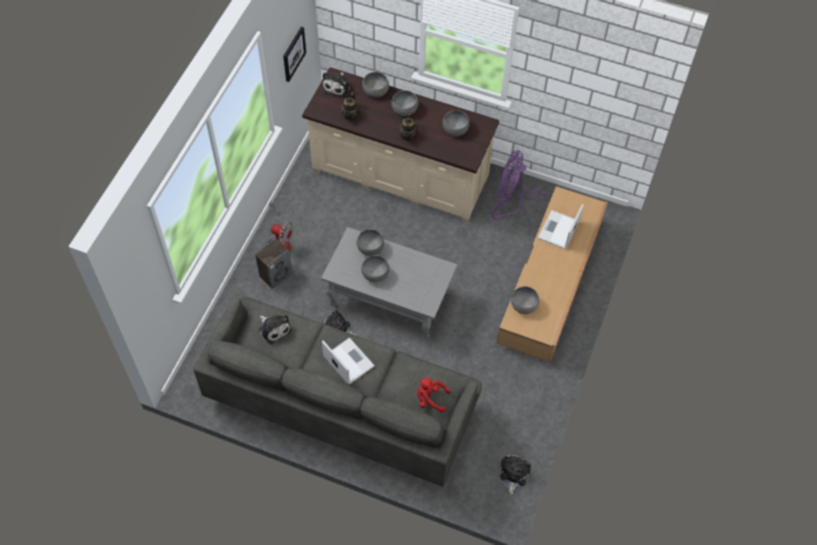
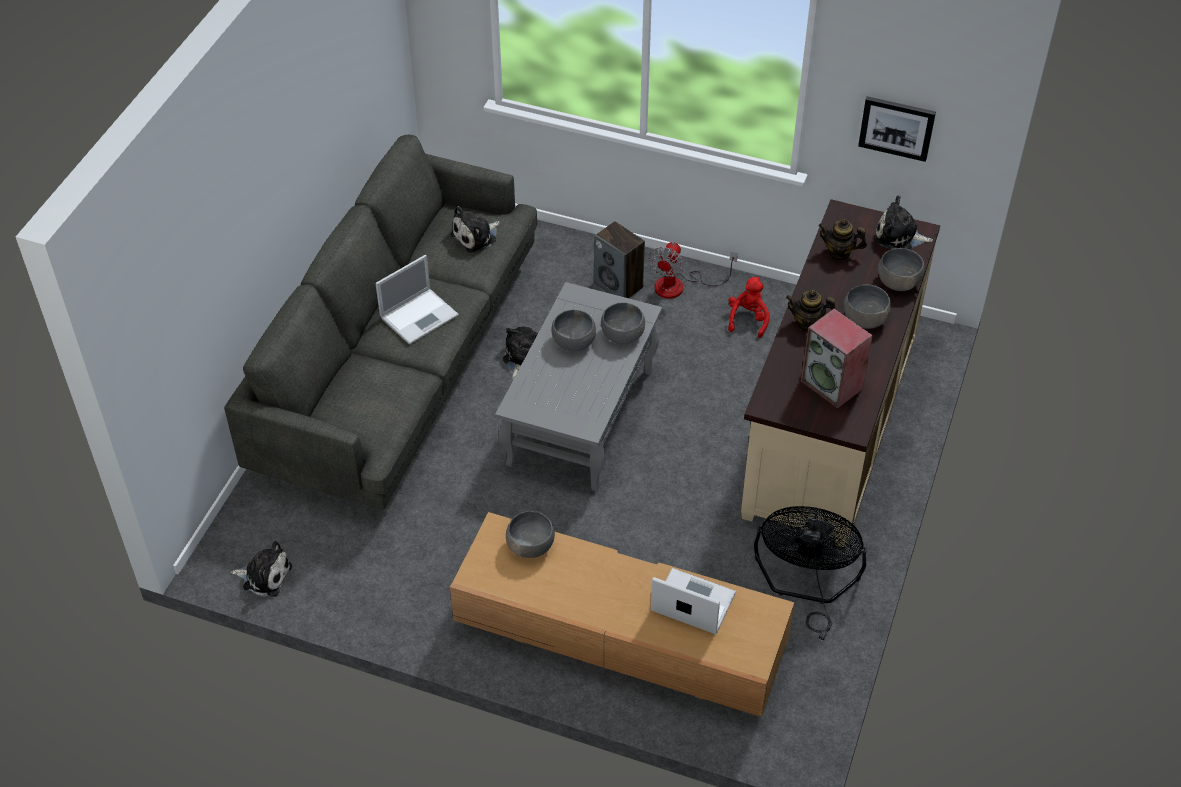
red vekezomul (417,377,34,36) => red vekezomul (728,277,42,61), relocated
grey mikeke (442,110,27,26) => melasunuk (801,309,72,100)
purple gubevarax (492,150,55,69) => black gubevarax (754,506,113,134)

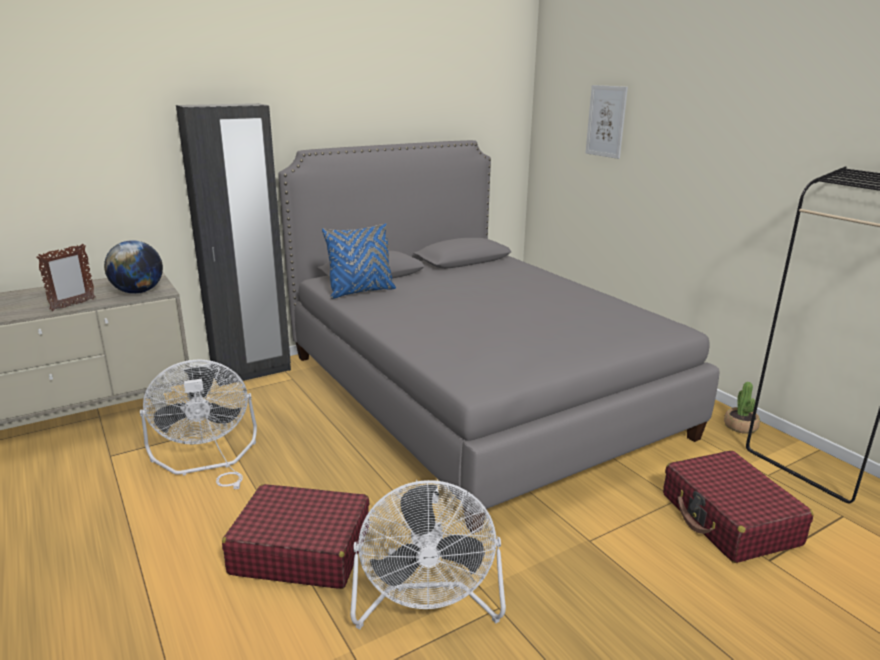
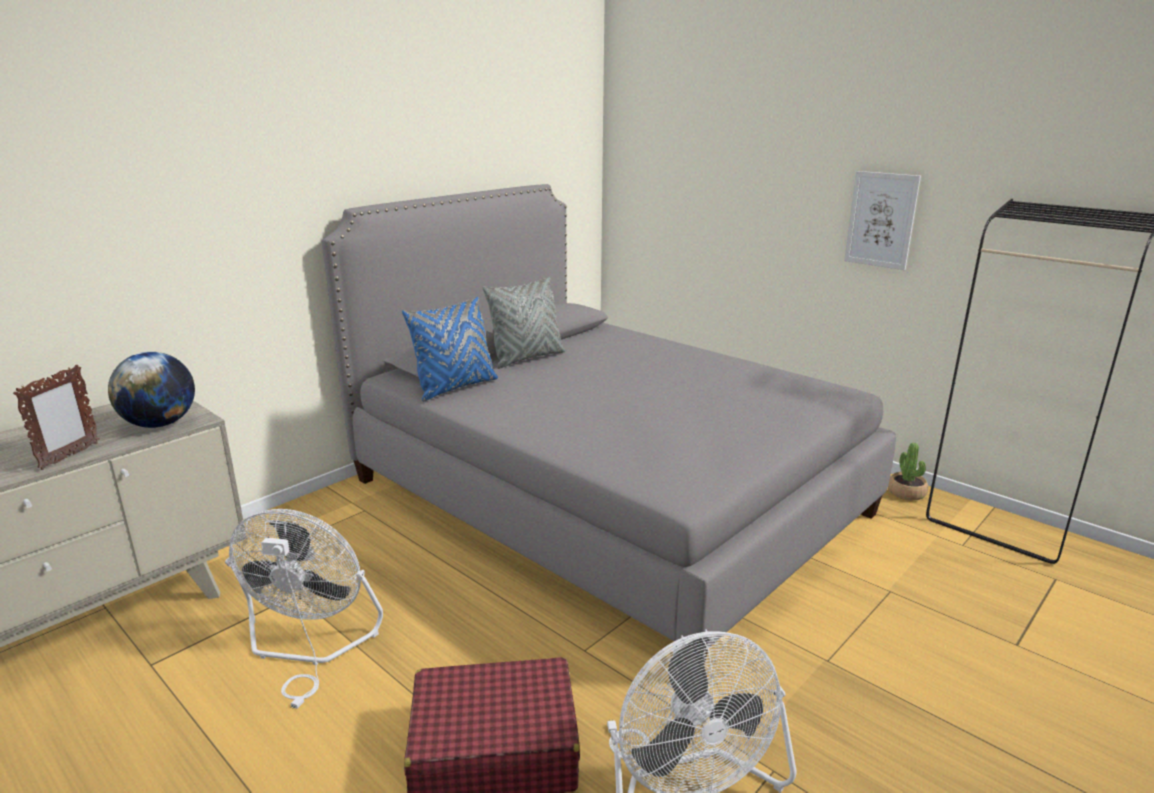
white gubevarax (140,360,117,129) => white gubevarax (225,509,158,200), 45 degrees clockwise
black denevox (176,103,115,283) => nothing
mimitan (586,85,42,74) => mimitan (844,171,77,99), relocated
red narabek (663,451,150,112) => nothing
nothing => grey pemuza (483,277,82,92)

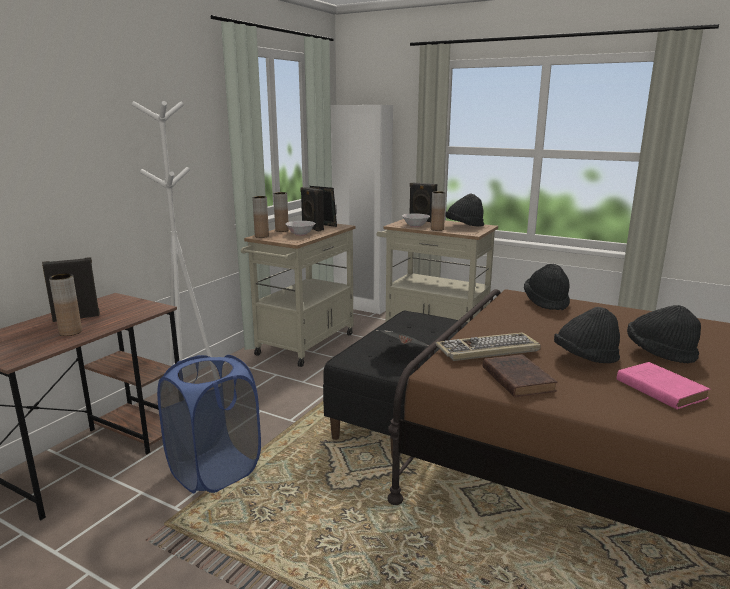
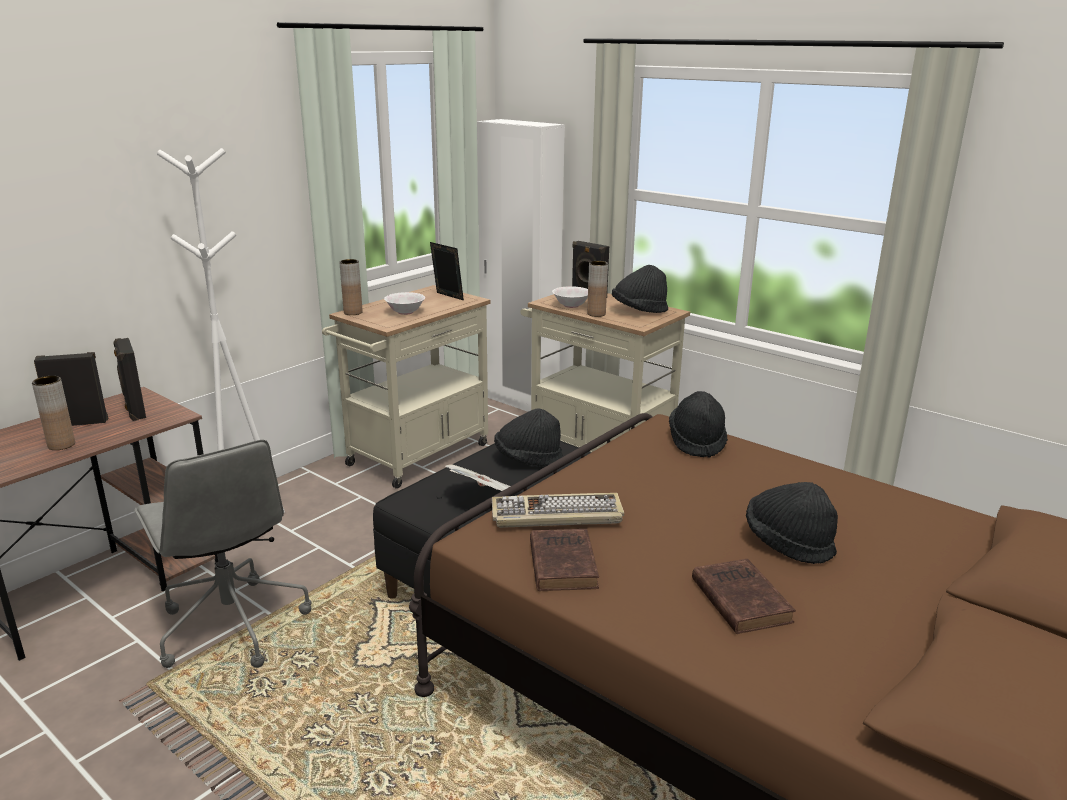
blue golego (157,355,104,138) => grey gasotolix (135,440,177,228)
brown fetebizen (273,192,16,40) => nothing
black melasunuk (300,187,24,44) => black melasunuk (113,338,33,83), relocated
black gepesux (554,307,66,56) => black gepesux (494,408,69,58), relocated
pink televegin (617,362,93,48) => brown televegin (692,559,104,75)

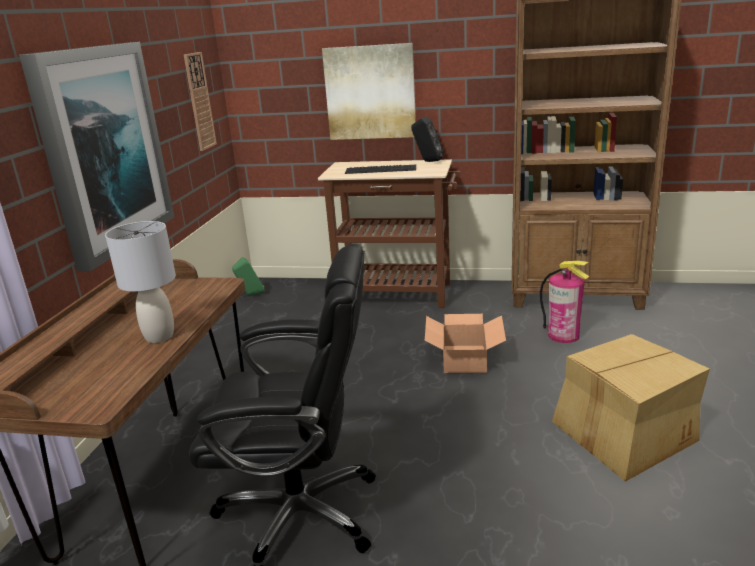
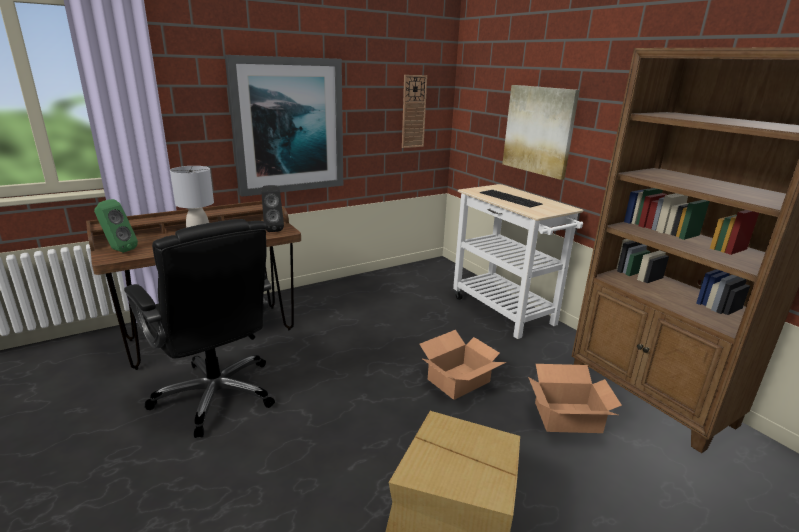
green melasunuk (232,257,32,38) => green melasunuk (94,199,44,54), relocated
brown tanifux (318,159,142,149) => white tanifux (453,184,130,155)
black melasunuk (411,117,33,45) => black melasunuk (261,185,23,47), relocated
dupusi (540,261,50,82) => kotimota (528,364,94,69)

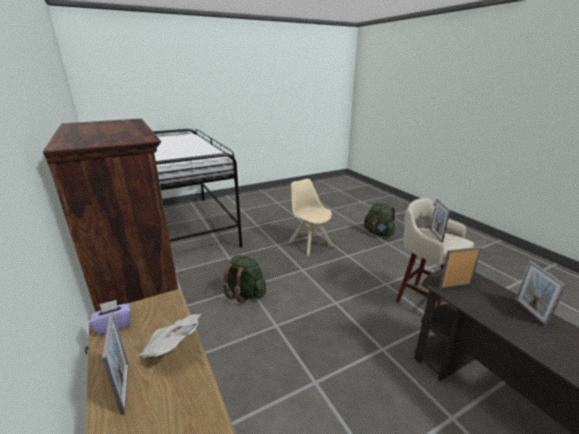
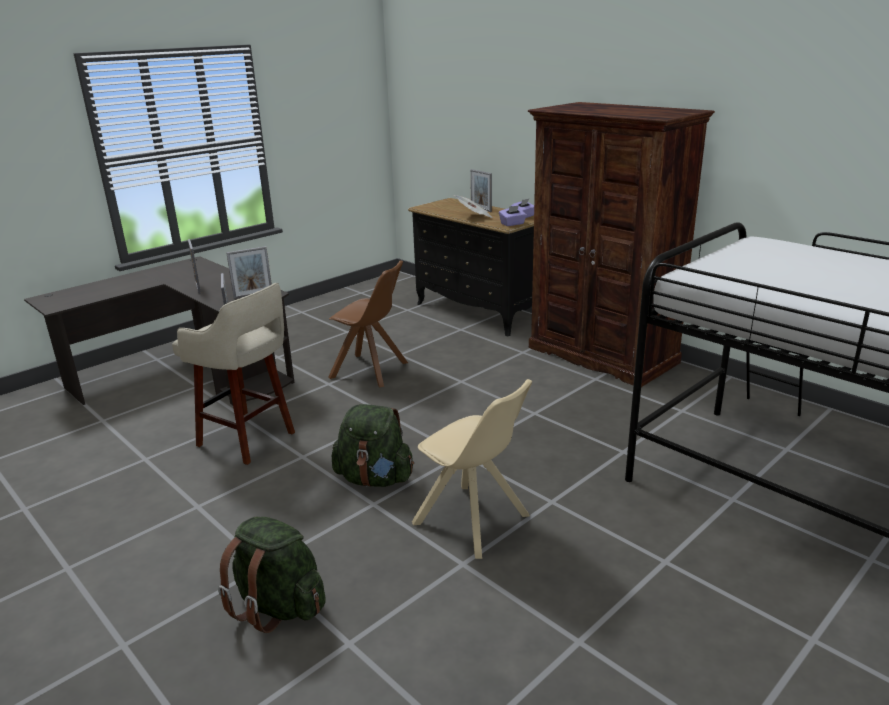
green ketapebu (223,255,43,48) => green ketapebu (332,404,82,83), relocated
nothing => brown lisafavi (328,260,80,127)
nothing => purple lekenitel (499,205,28,21)

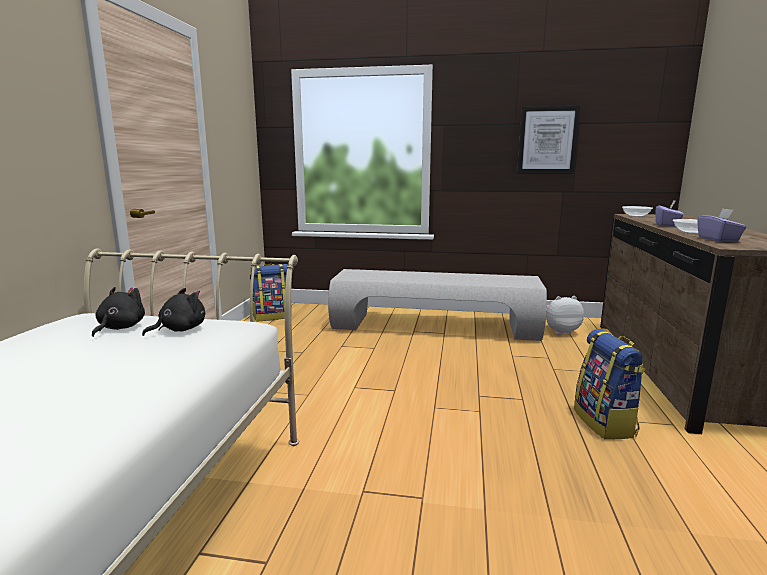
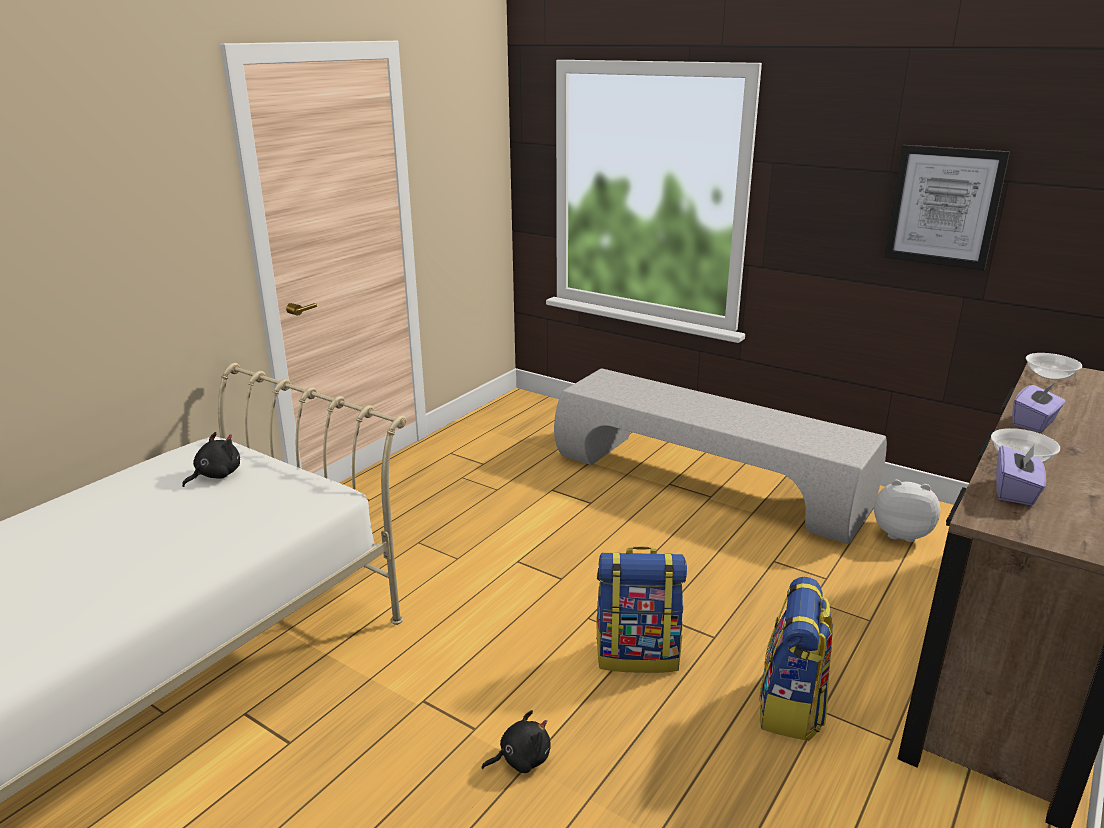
black vekezomul (142,288,63,48) => black vekezomul (481,710,70,63), relocated
ketapebu (250,264,42,58) => ketapebu (596,546,91,127), relocated

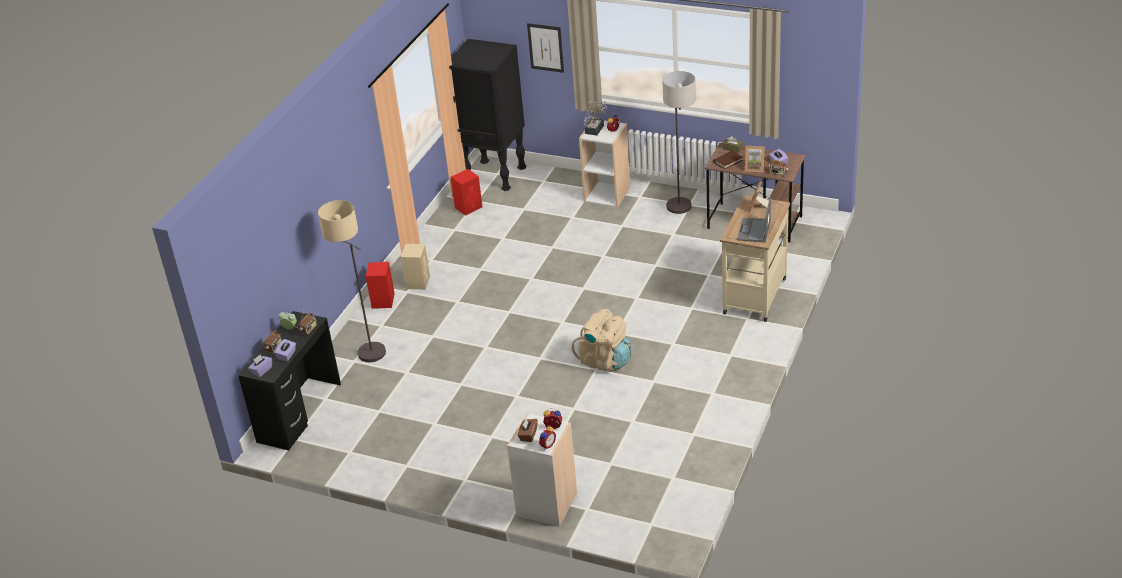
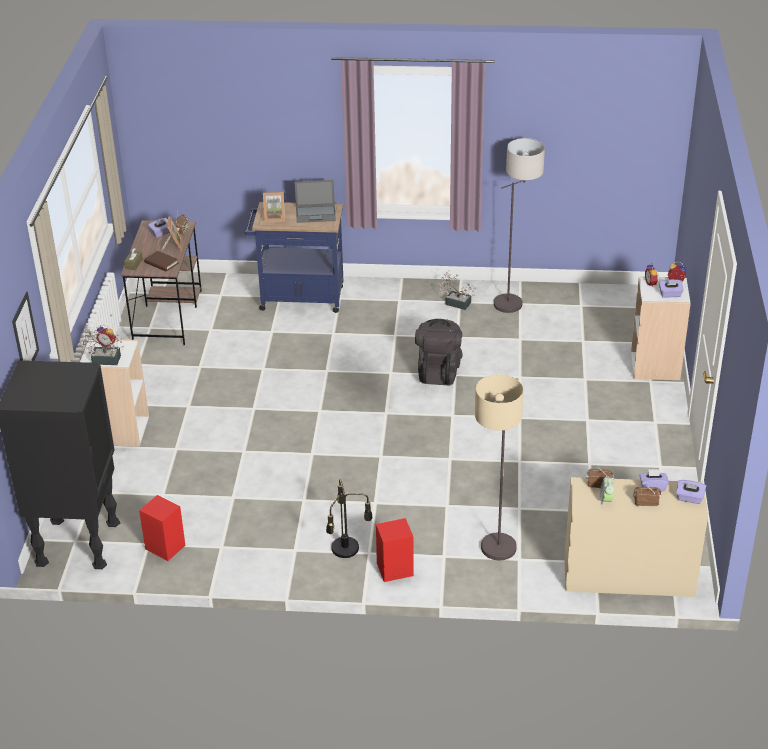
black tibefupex (238,311,103,139) => beige tibefupex (564,477,144,120)
beige melasunuk (401,244,29,46) => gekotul (326,479,46,79)
brown lekenitel (518,418,20,24) => purple lekenitel (659,279,25,19)
beige ketapebu (572,309,59,63) => black ketapebu (415,319,48,66)
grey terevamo (662,71,34,143) => grey terevamo (494,138,51,175), relocated
beige tanifux (720,195,70,127) => blue tanifux (245,202,99,111)
nothing => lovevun (438,271,37,39)

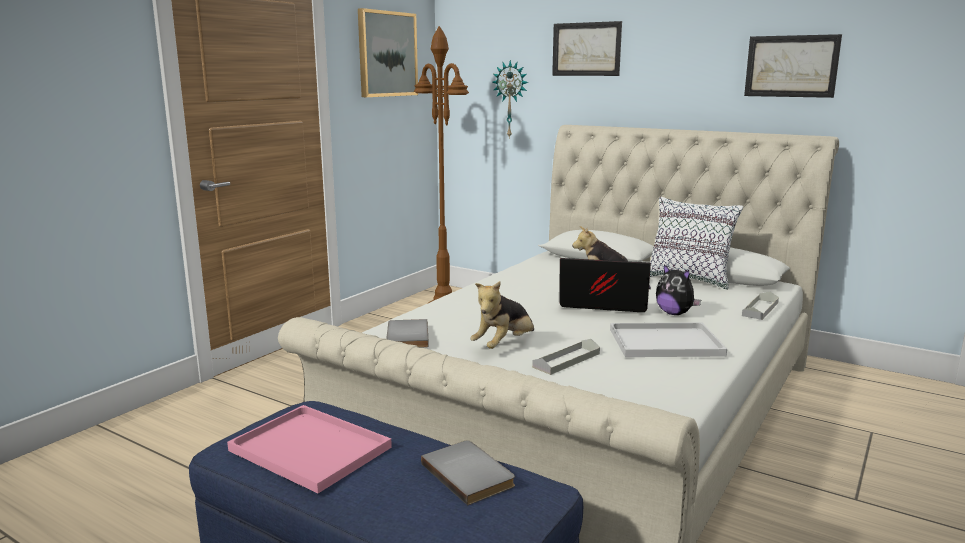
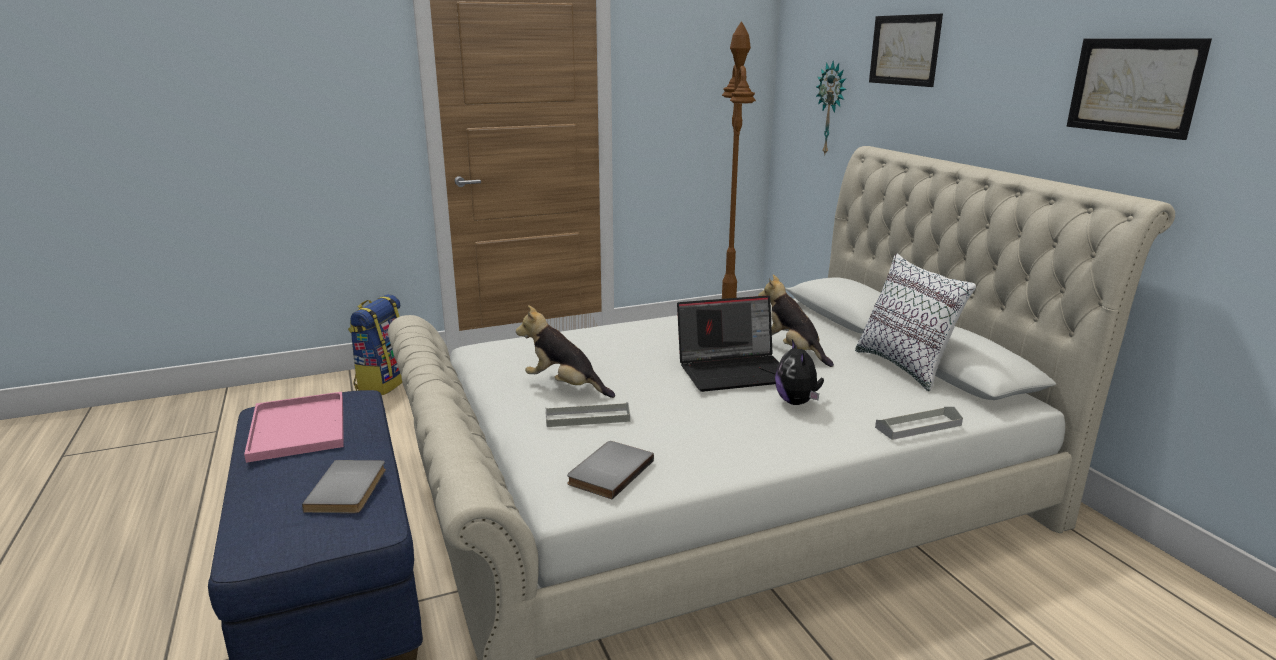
mimitan (358,8,60,89) => nothing
grey televegin (386,319,43,29) => grey televegin (567,441,87,58), relocated
vekezomul (470,281,64,68) => vekezomul (516,305,99,93), 45 degrees clockwise
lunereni (560,258,91,54) => lunereni (677,295,102,97), 120 degrees clockwise
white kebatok (610,322,117,35) => nothing
nothing => ketapebu (348,294,54,101)

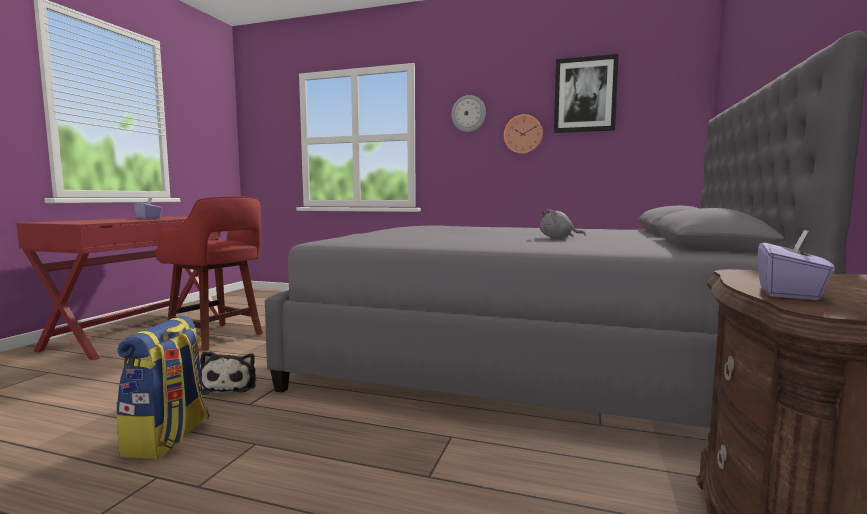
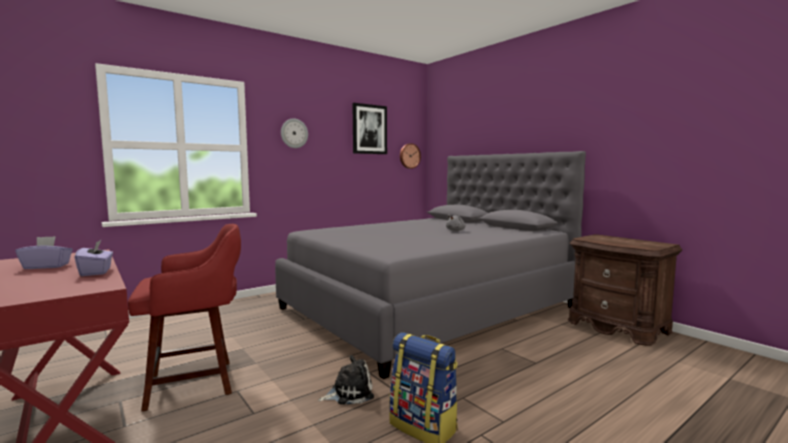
vekezomul (200,351,57,44) => vekezomul (318,355,56,50), 45 degrees counterclockwise
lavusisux (504,114,39,40) => lavusisux (400,143,21,26), relocated
purple lekenitel (758,229,77,71) => purple lekenitel (75,240,38,36), relocated

